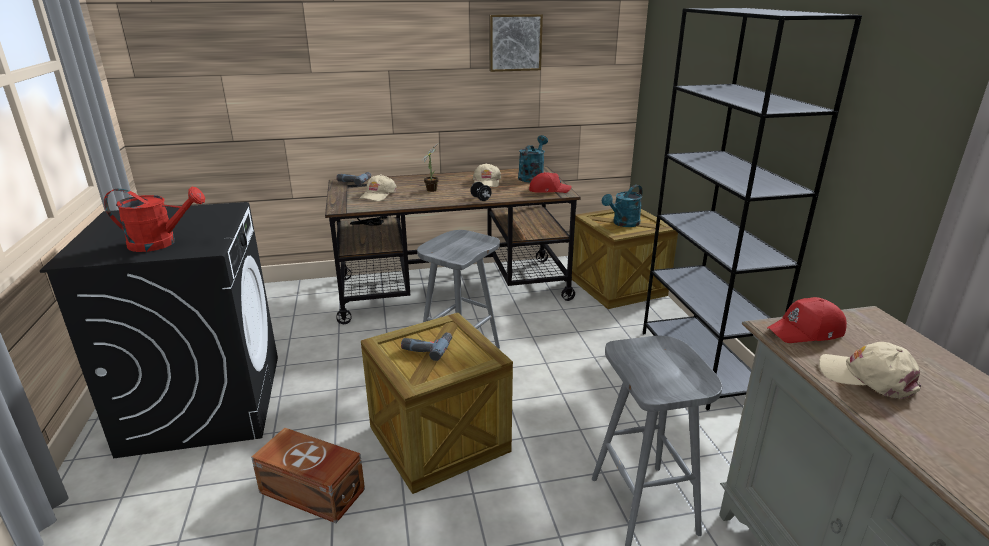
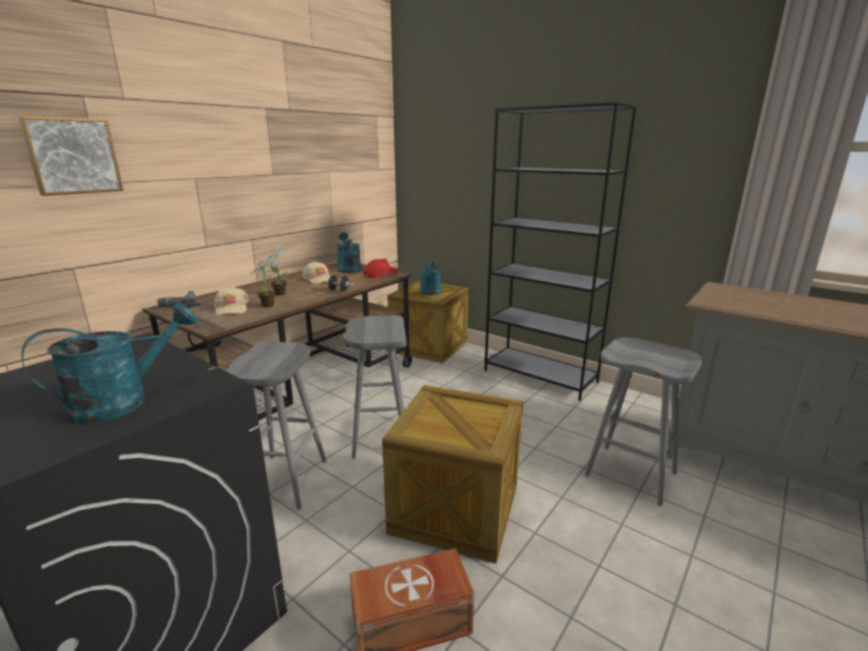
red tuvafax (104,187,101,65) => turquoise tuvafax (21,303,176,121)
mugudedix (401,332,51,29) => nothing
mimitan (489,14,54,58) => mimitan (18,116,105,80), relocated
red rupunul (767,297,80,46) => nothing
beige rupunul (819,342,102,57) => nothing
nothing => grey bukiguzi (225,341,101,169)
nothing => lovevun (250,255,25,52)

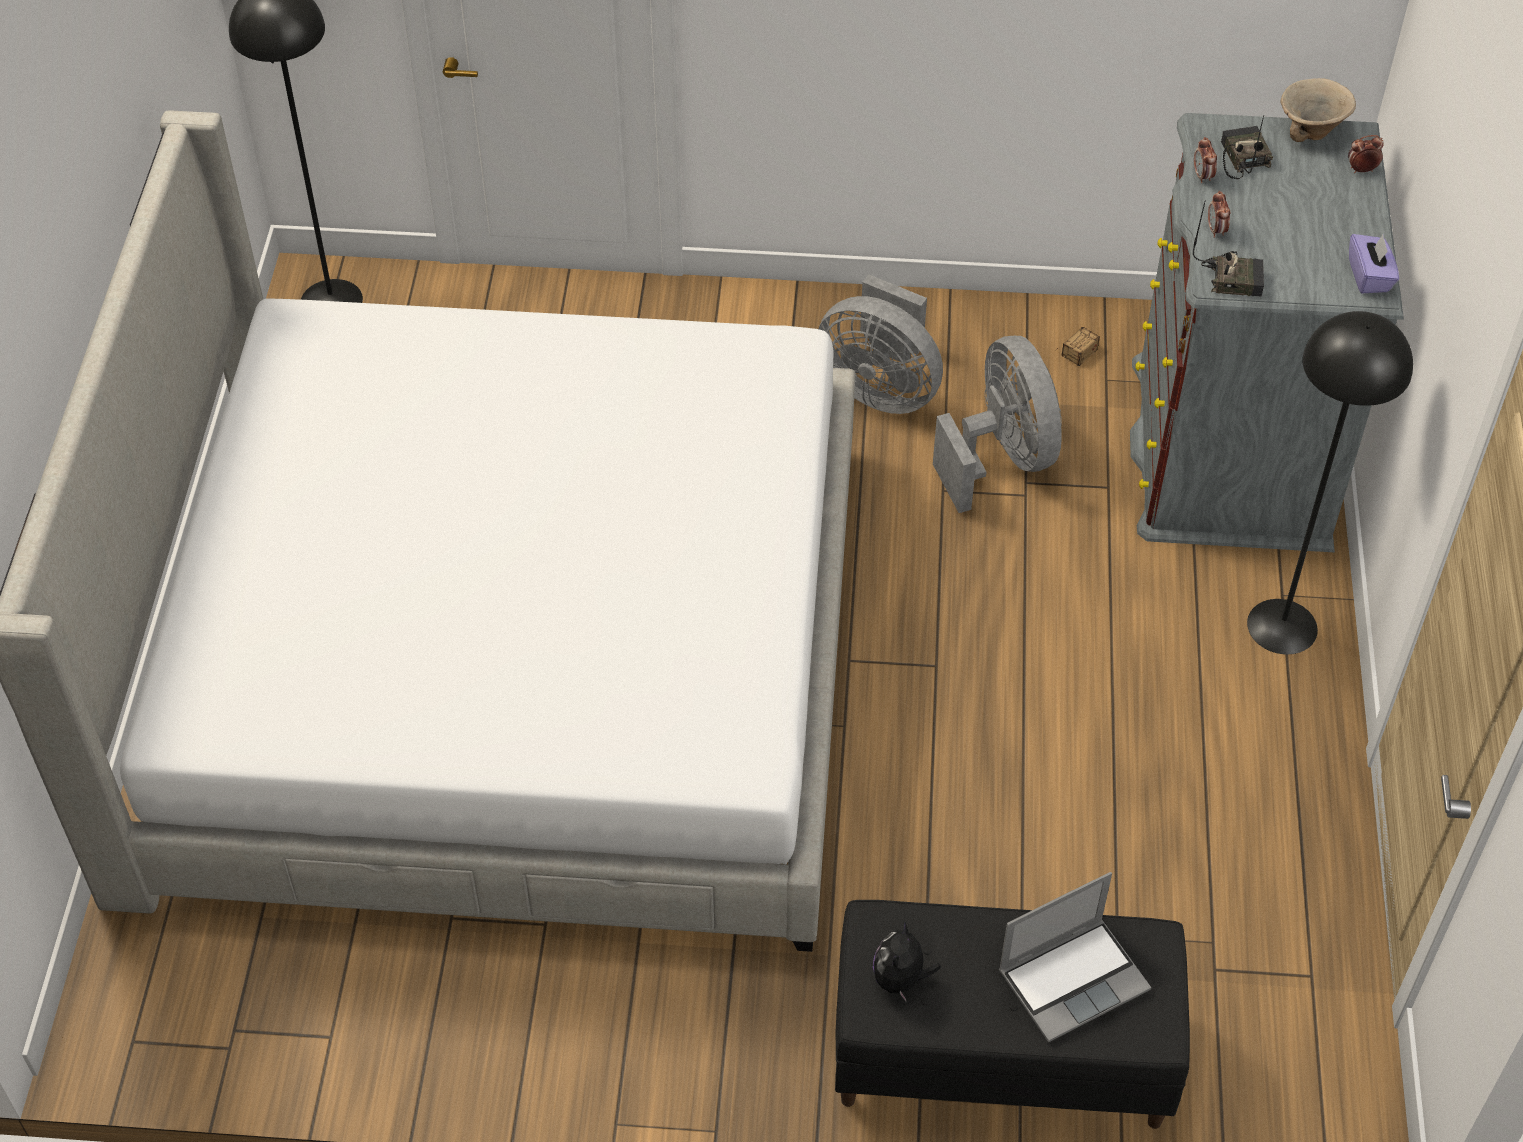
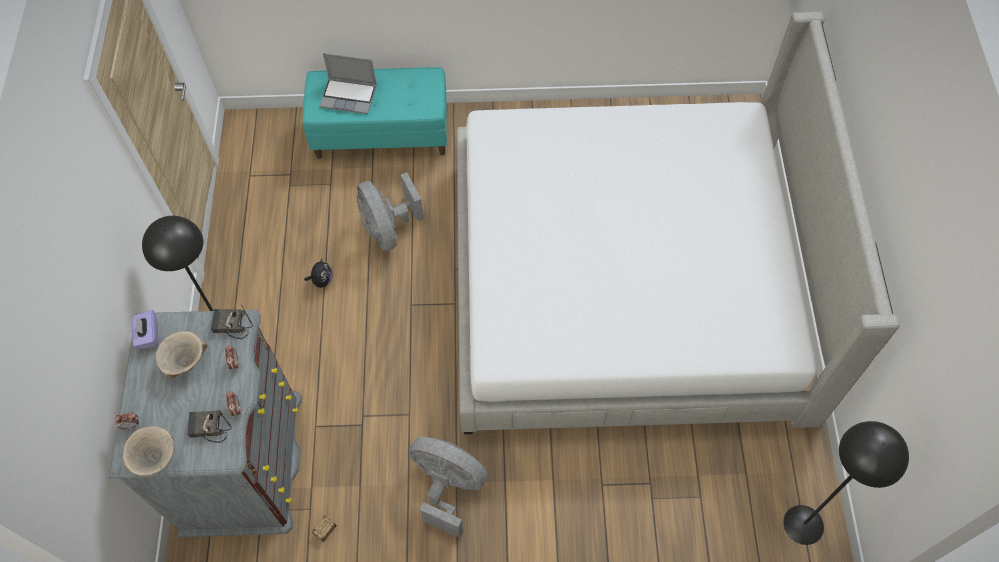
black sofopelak (835,900,355,229) => turquoise sofopelak (303,67,144,92)
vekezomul (873,920,68,83) => vekezomul (304,258,29,30), relocated
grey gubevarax (933,336,129,177) => grey gubevarax (357,172,67,79), relocated
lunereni (999,872,152,170) => lunereni (319,53,58,61), 135 degrees counterclockwise
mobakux (1221,115,52,64) => mobakux (187,410,45,33), 105 degrees clockwise
nothing => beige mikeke (155,331,52,47)

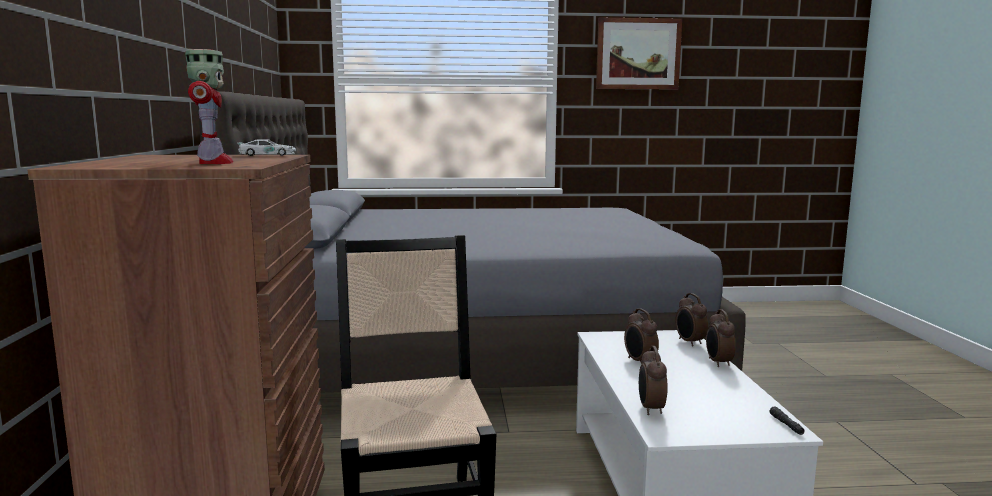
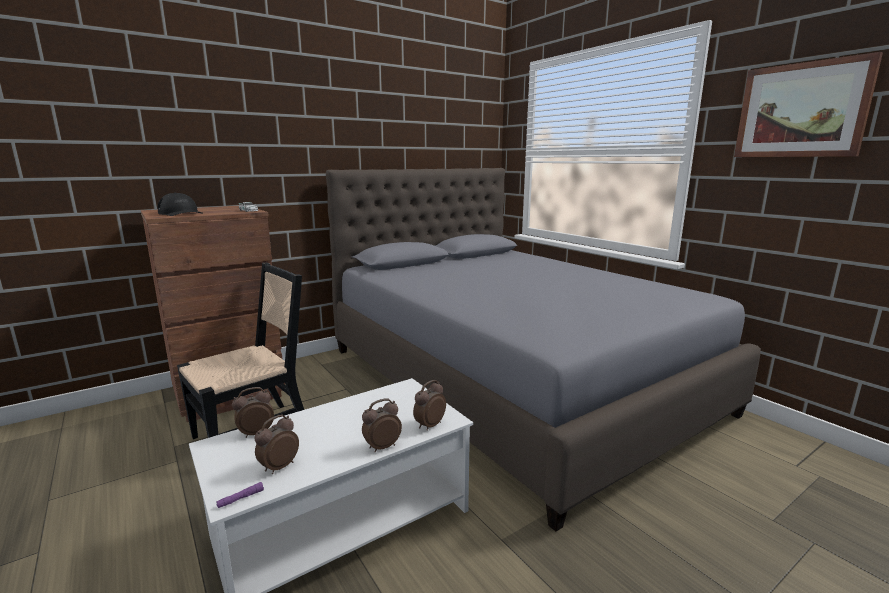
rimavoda (185,49,49,115) => black rupunul (157,193,46,23)
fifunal (624,308,35,56) => fifunal (254,414,45,60), relocated
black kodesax (770,407,34,28) => purple kodesax (216,482,48,26)

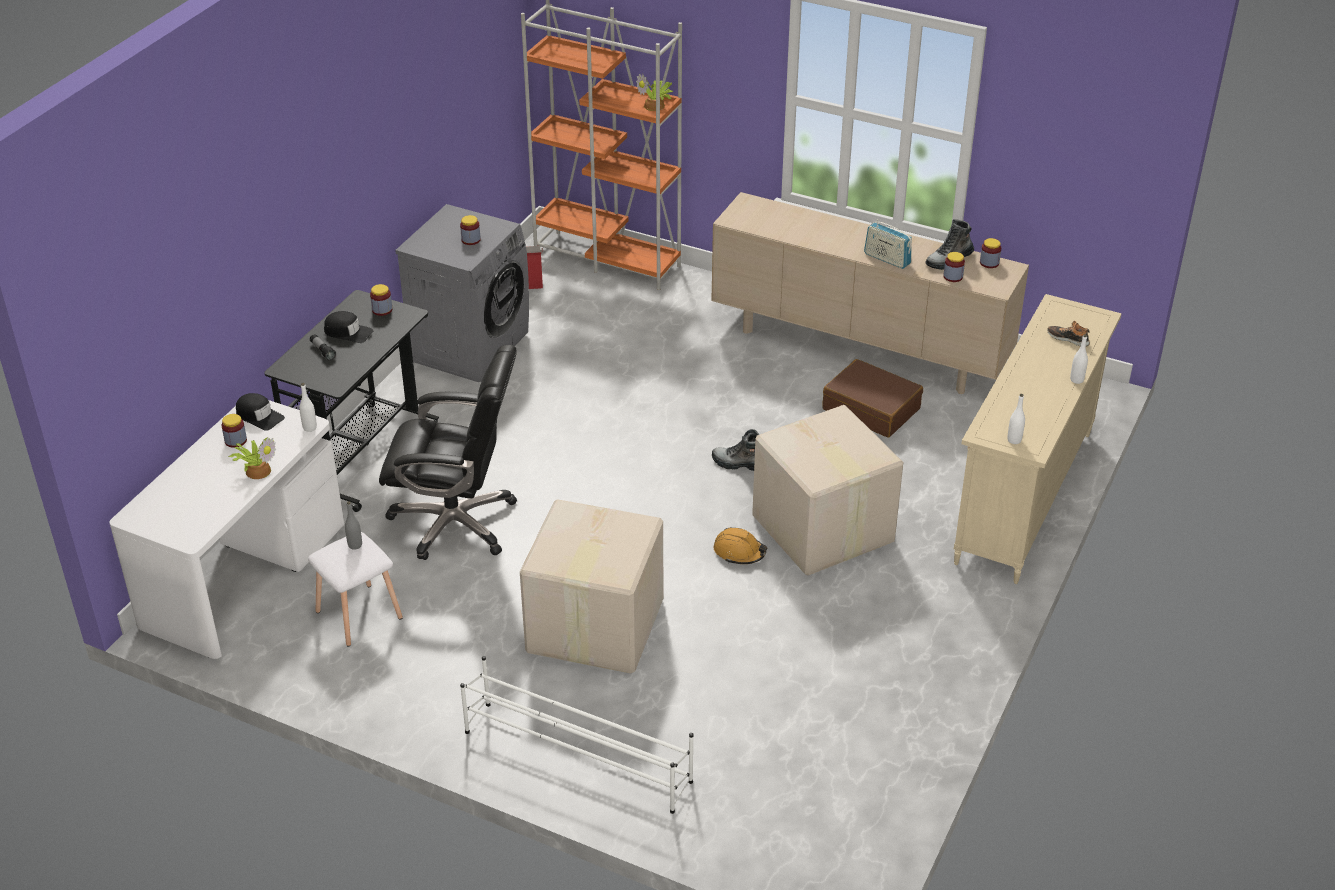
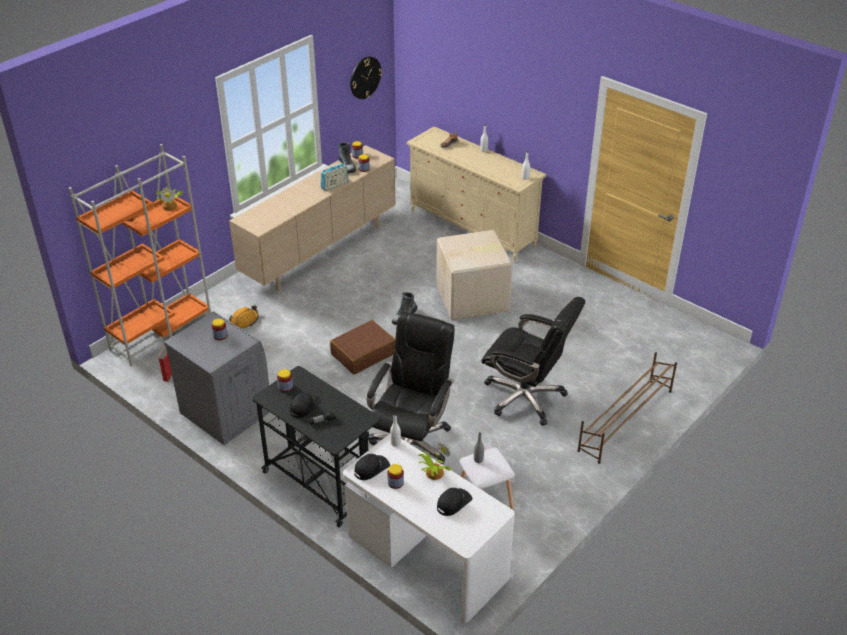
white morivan (460,656,234,158) => brown morivan (577,352,100,112)
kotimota (520,499,143,175) => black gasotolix (481,297,104,129)
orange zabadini (714,527,54,37) => orange zabadini (229,305,30,24), relocated
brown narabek (822,359,101,78) => brown narabek (330,320,65,54), relocated
nothing => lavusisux (350,57,32,42)
nothing => black rupunul (437,488,35,28)

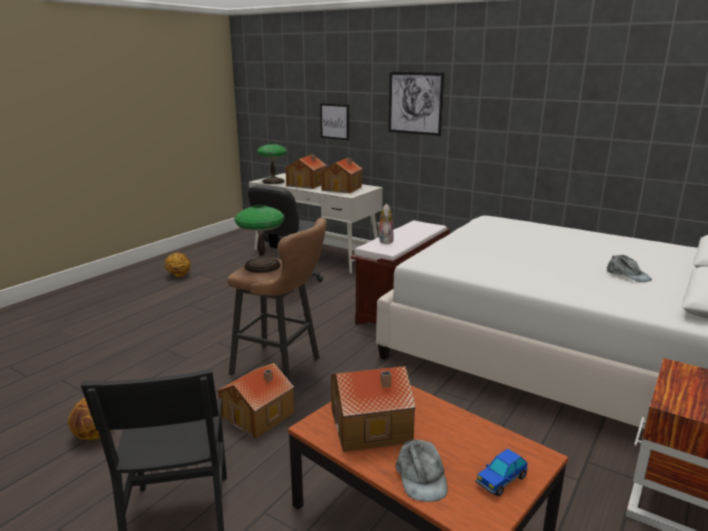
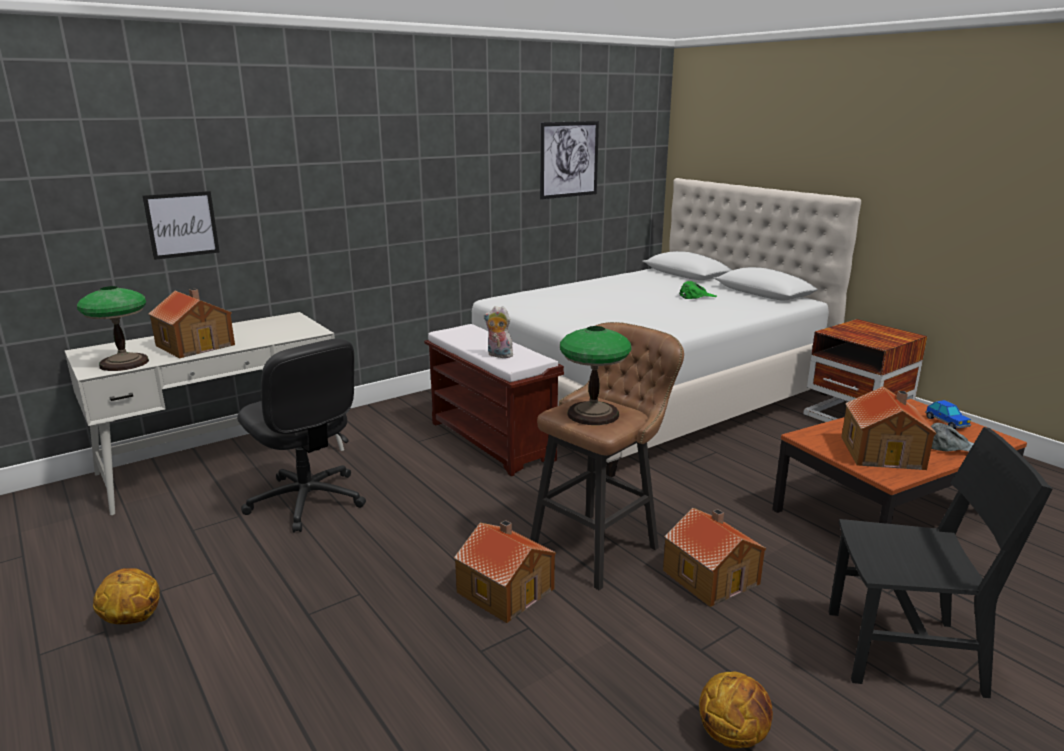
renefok (321,158,41,35) => renefok (454,520,102,103), relocated
mimitan (388,72,57,64) => mimitan (540,121,59,78), relocated
grey rupunul (607,255,45,27) => green rupunul (679,281,38,18)

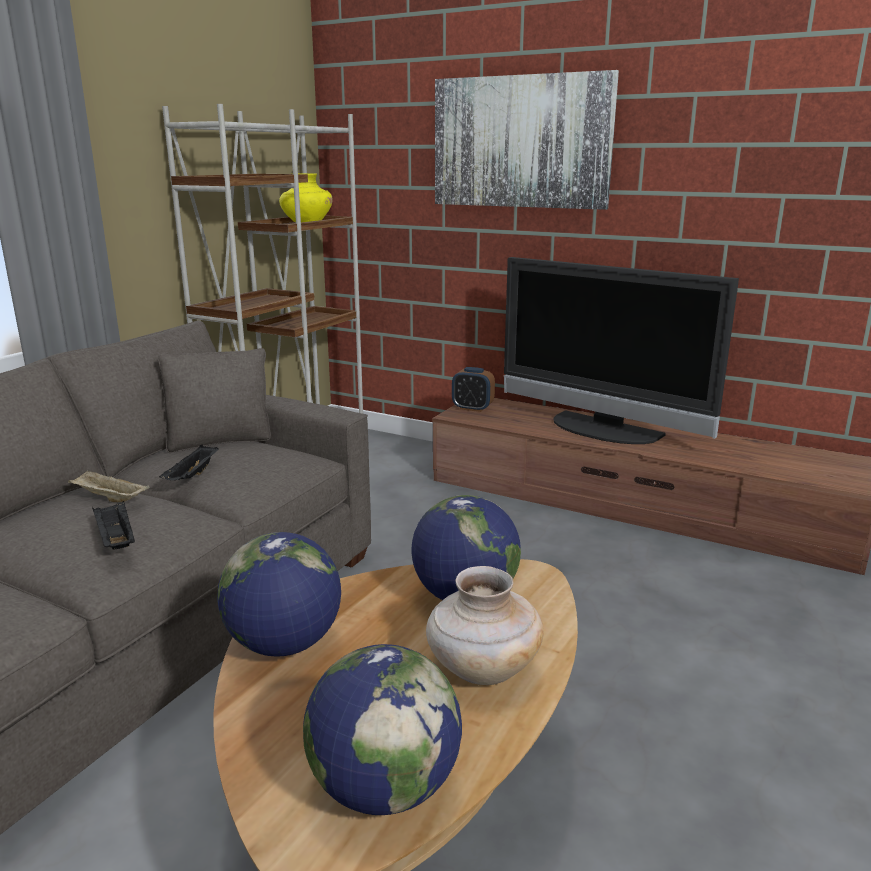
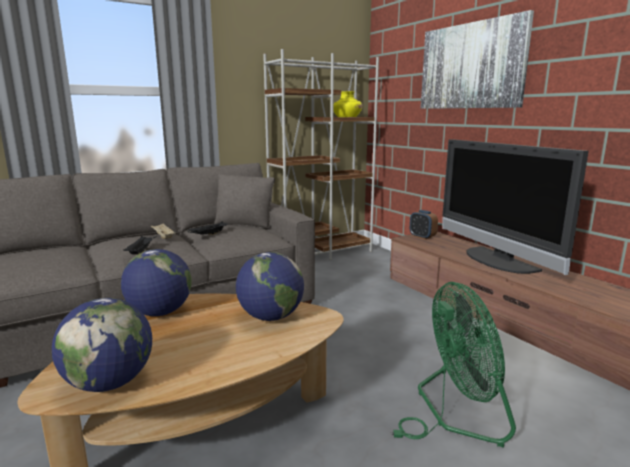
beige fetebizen (426,566,118,119) => nothing
nothing => green gubevarax (391,282,125,166)

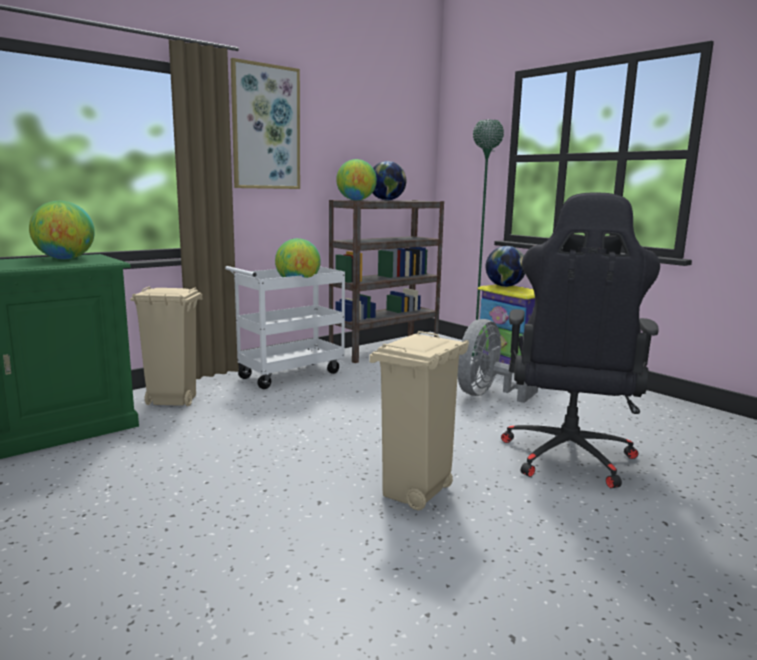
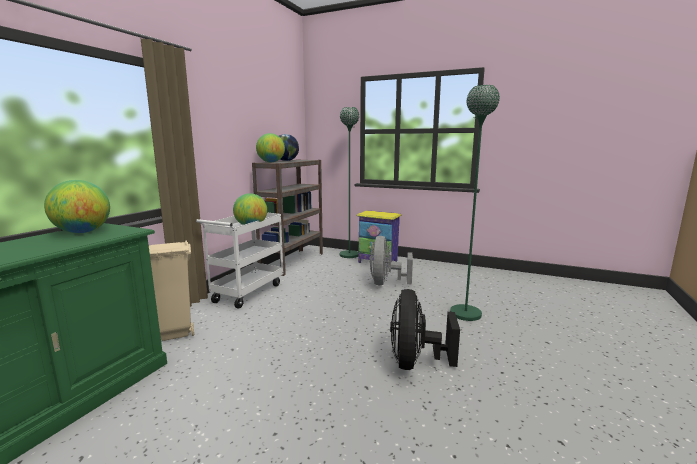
mimitan (231,58,69,131) => nothing
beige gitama (369,331,100,179) => black gubevarax (390,289,70,81)
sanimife (486,246,39,41) => nothing
black gasotolix (501,193,159,295) => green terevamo (450,85,50,236)

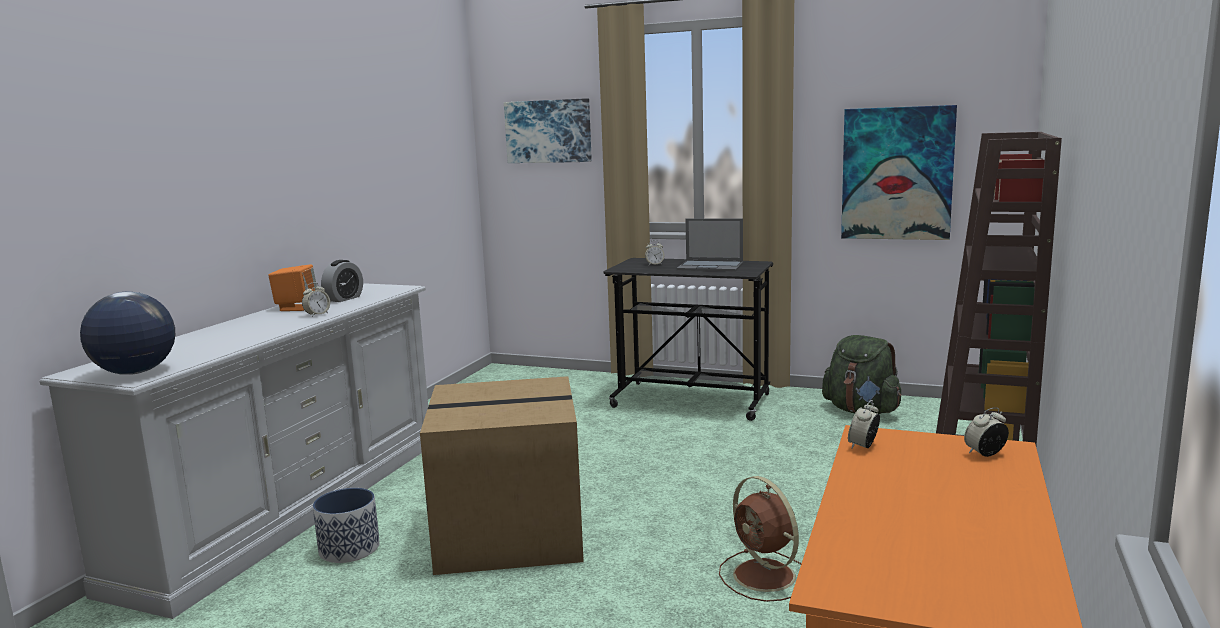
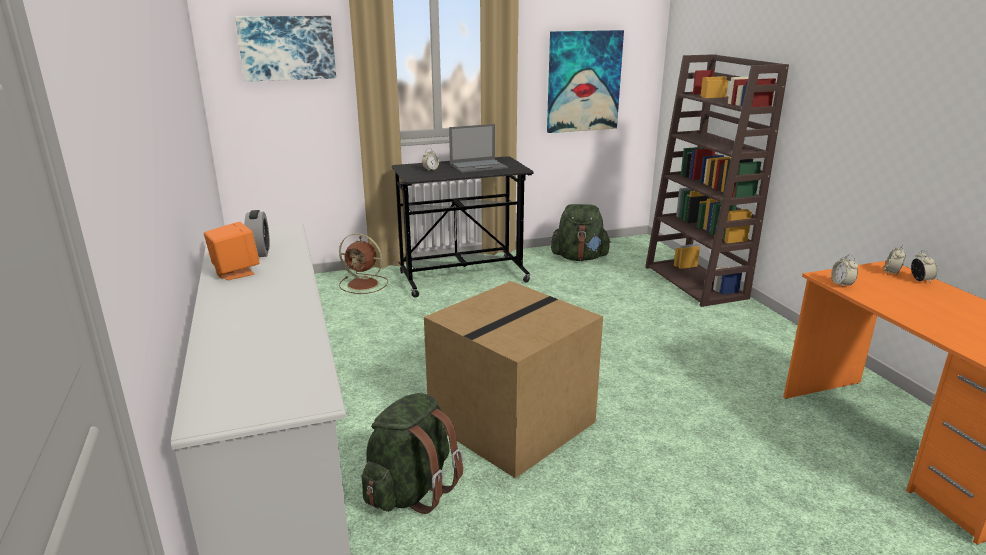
sanimife (80,291,95,84) => nothing
fifunal (302,283,28,34) => fifunal (911,250,26,33), relocated
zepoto (313,488,67,75) => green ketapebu (362,393,101,121)
brown gubevarax (719,476,83,126) => brown gubevarax (339,233,49,61), relocated

